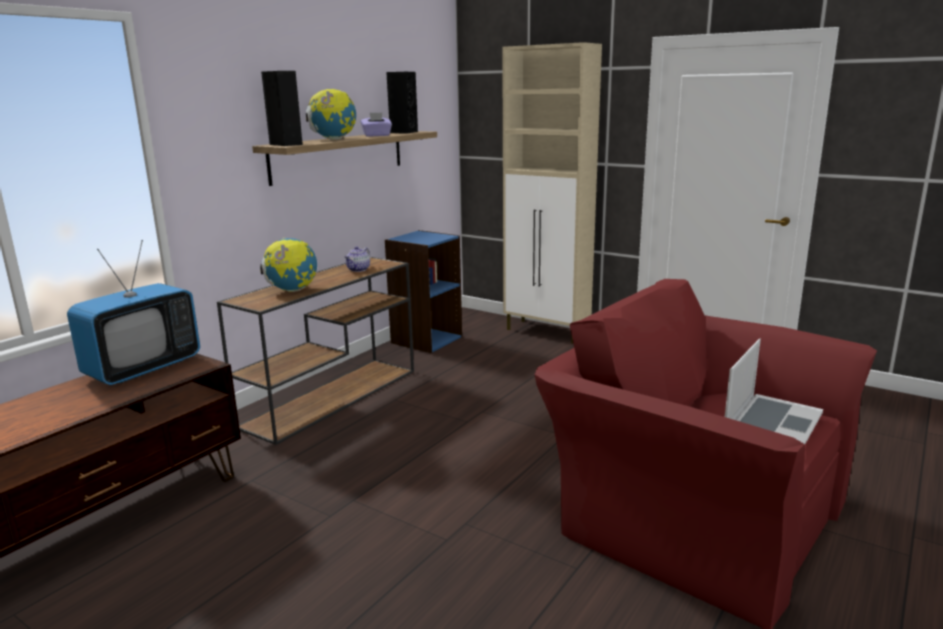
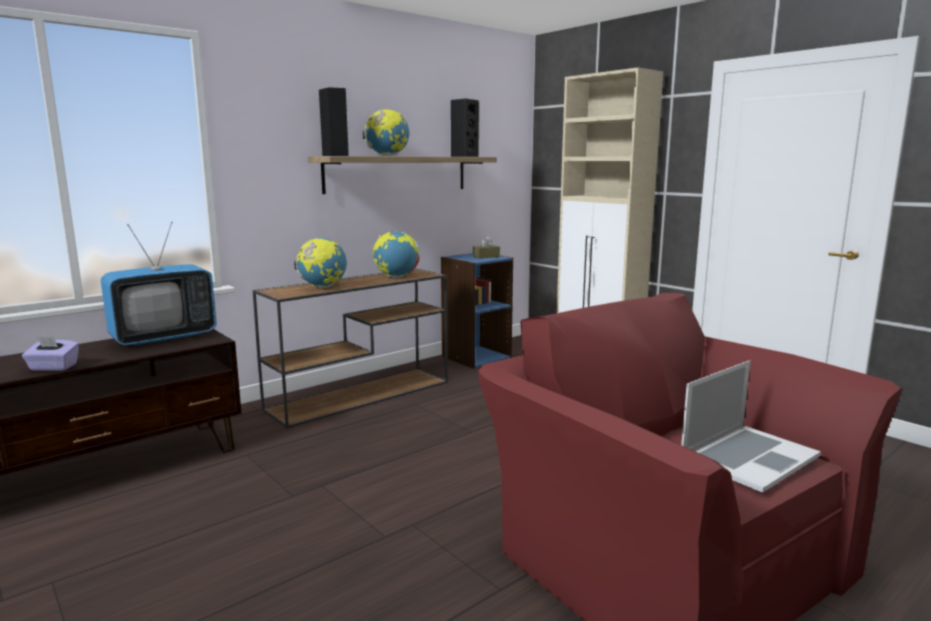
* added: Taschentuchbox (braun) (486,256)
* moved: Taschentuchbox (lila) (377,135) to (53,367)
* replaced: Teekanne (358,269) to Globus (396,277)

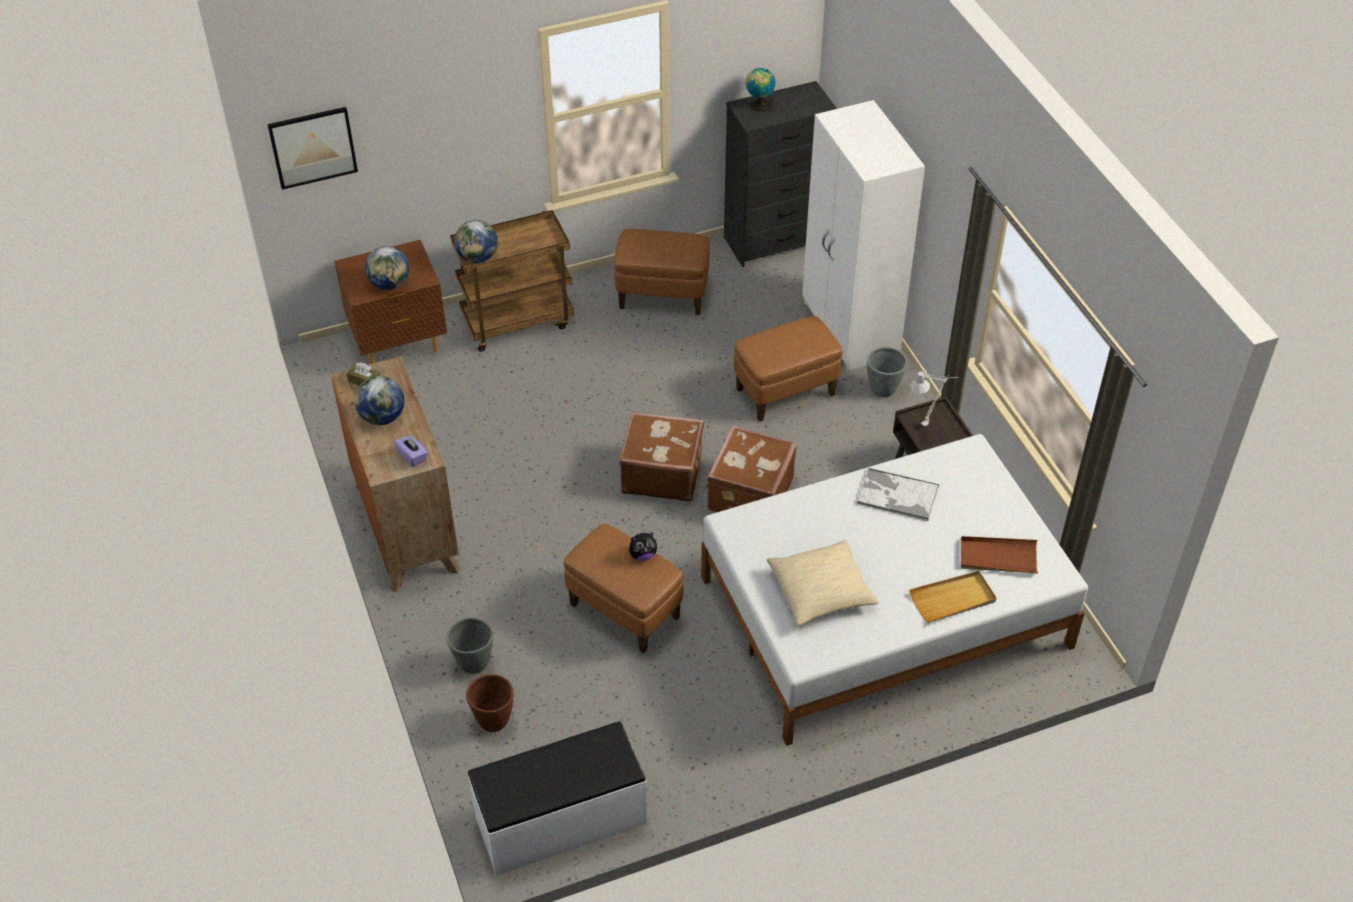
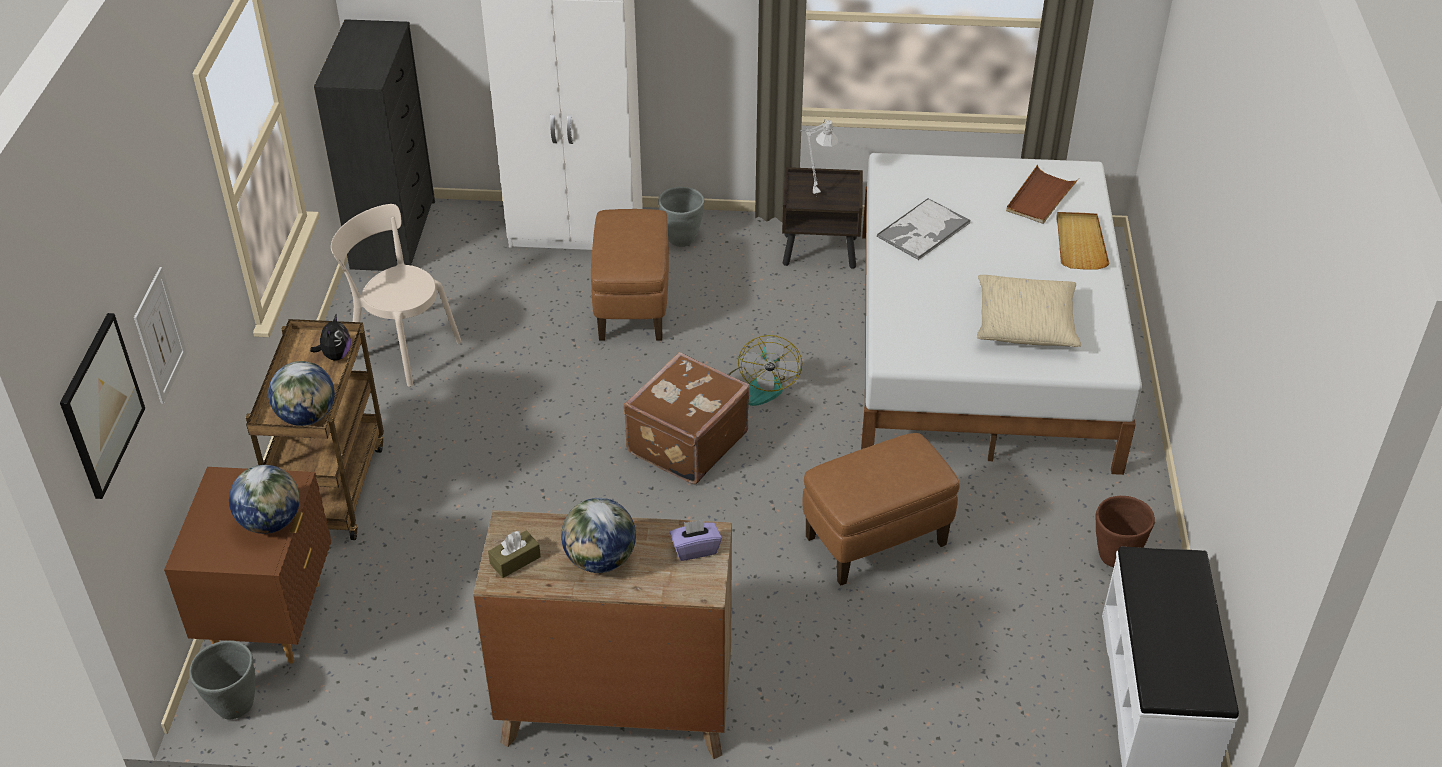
* removed: Globus (759,105)
* added: Bild (160,335)
* moved: Pflanzkübel (grau) (473,663) to (234,706)
* moved: Pflanzkübel (braun) (493,720) to (1115,556)
* moved: Plüschtier (642,555) to (336,355)
* replaced: Polsterhocker (braun) (663,296) to Stuhl (beige) (402,348)
* replaced: Koffer (braun) (748,494) to Ventilator (763,385)

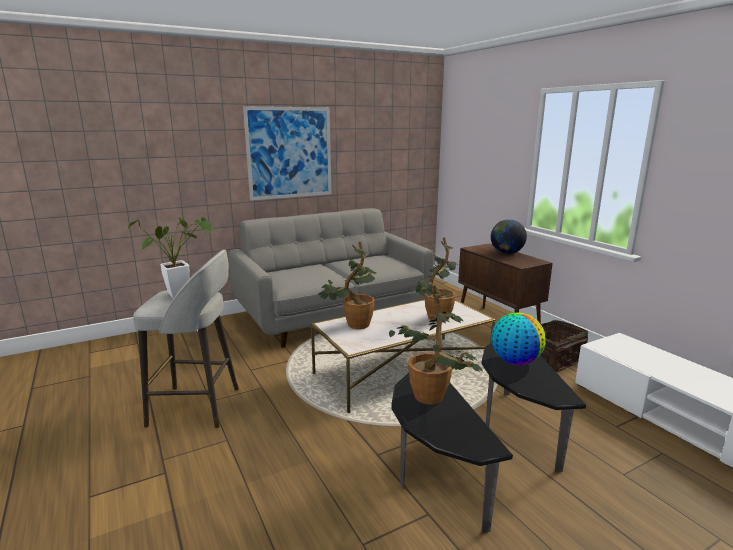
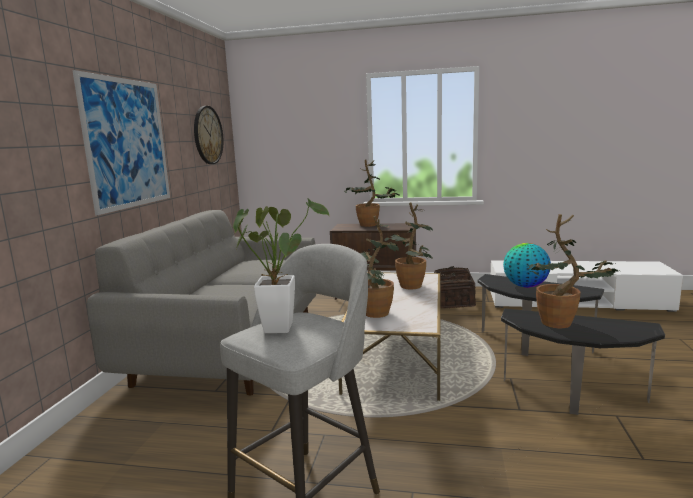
* added: Wanduhr (208,135)
* replaced: Globus (506,253) to Topfpflanze (371,225)

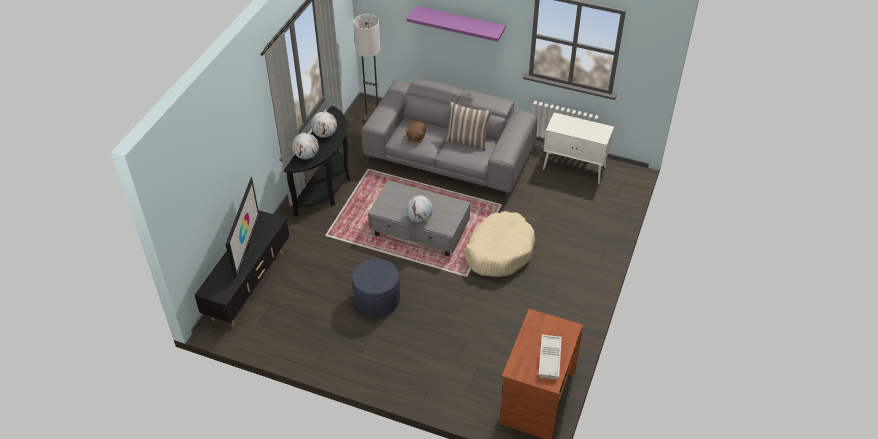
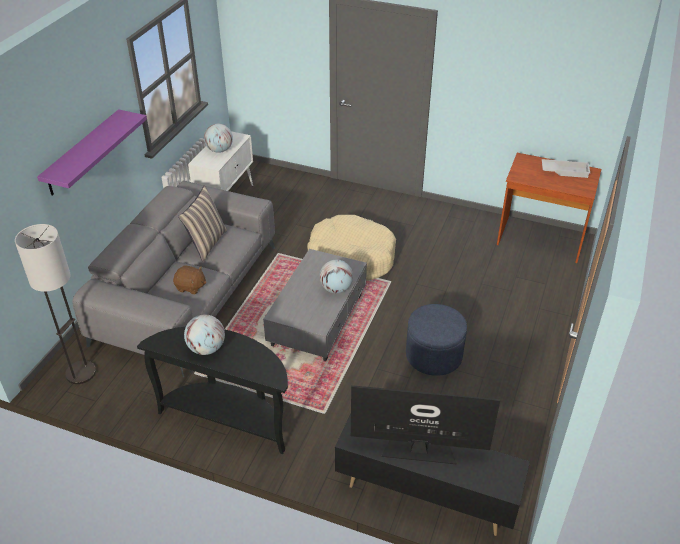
* moved: Globus (306,156) to (219,150)

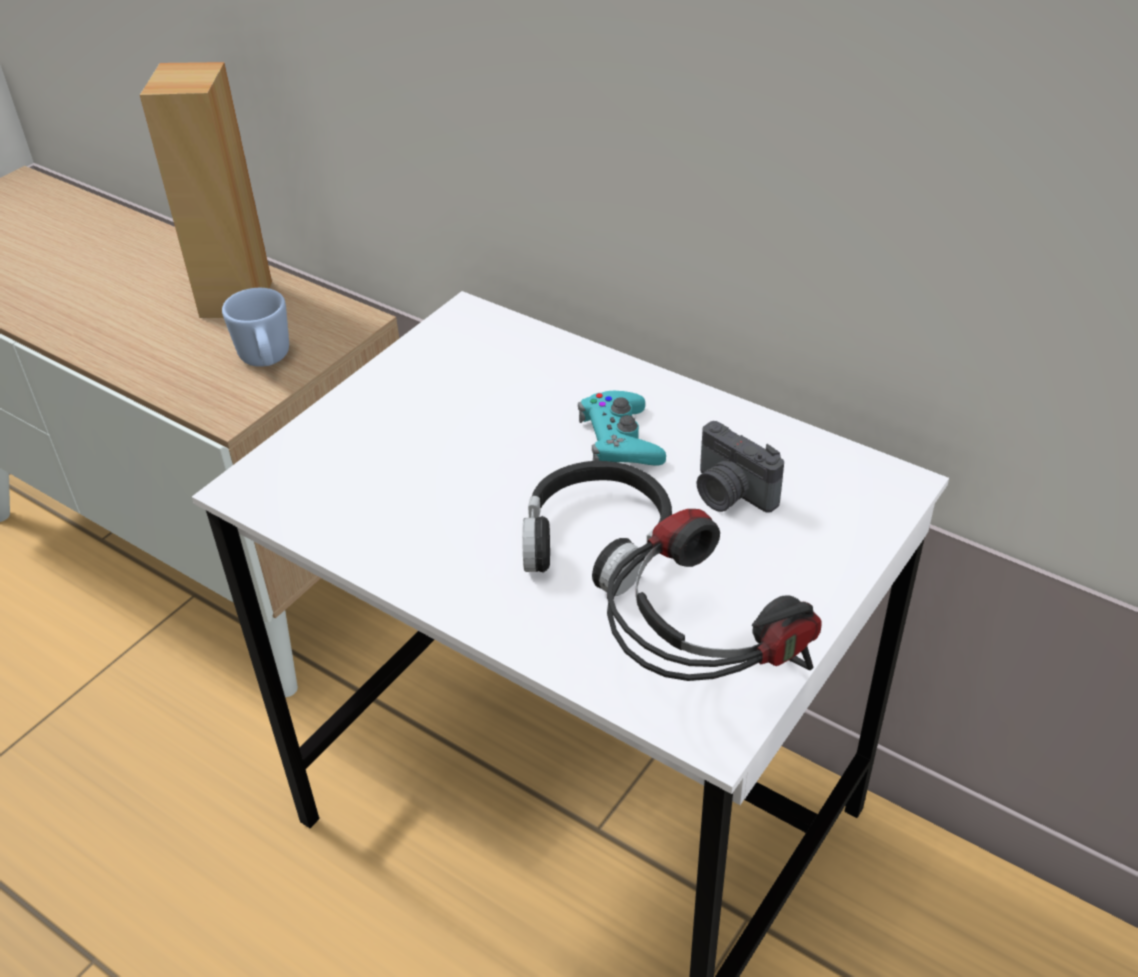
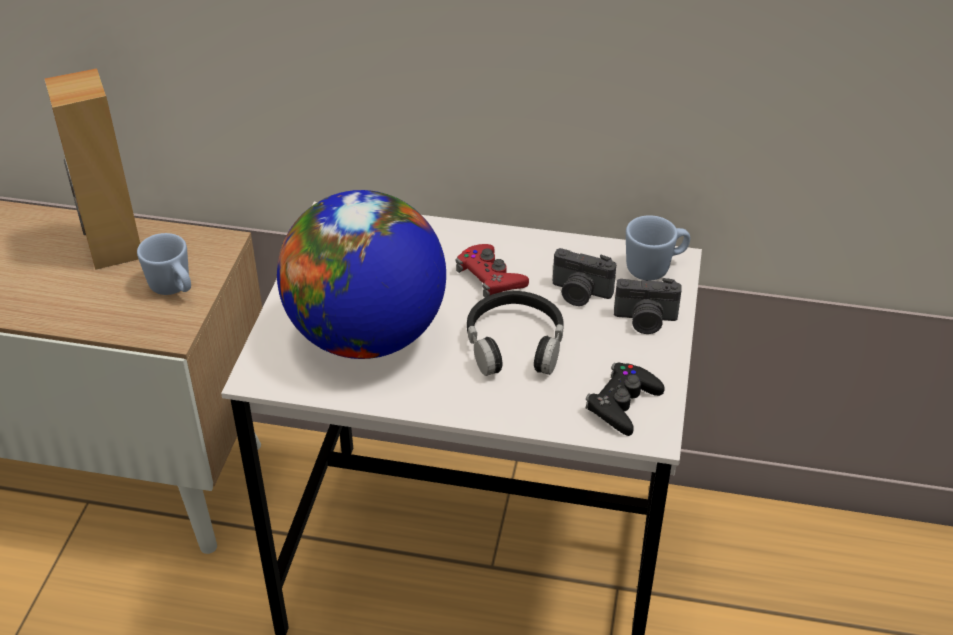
* added: Globus (366,336)
* added: Kamera (645,321)
* added: Henkelbecher (blau) (655,268)
* replaced: Kopfhörer (697,671) to Gamepad (schwarz) (623,404)
* recoloured: Gamepad (türkis) (620,440) to Gamepad (rot) (490,277)

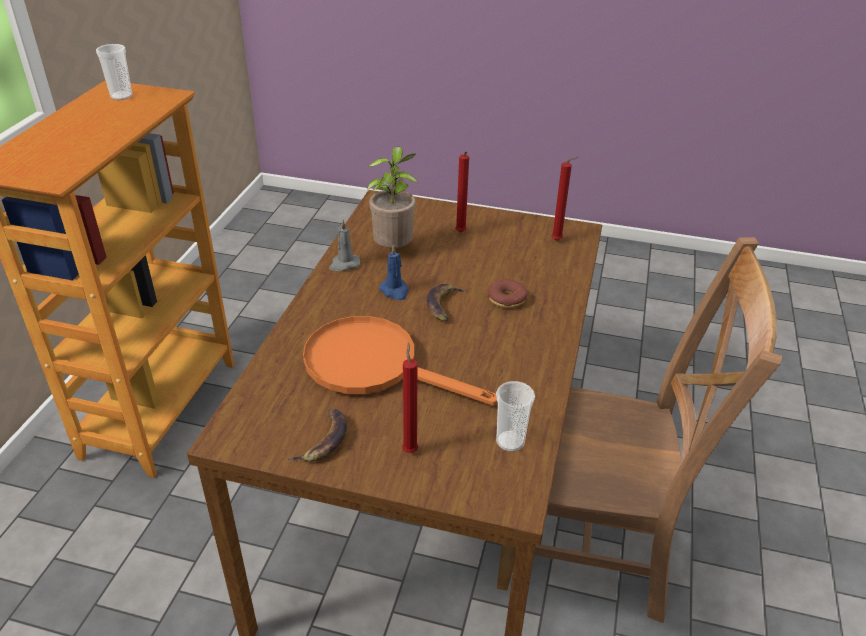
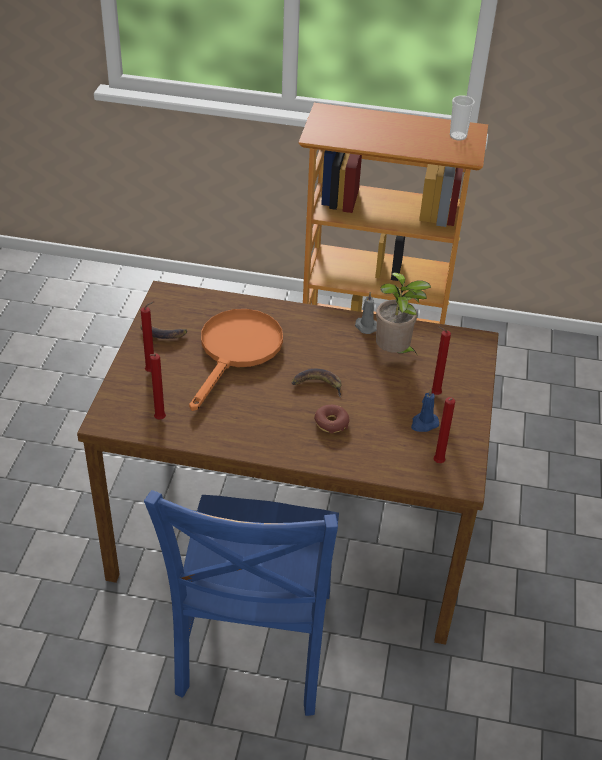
* moved: Kerze (blau) (395,291) to (424,424)
* replaced: Tasse (510,441) to Kerze (rot) (159,420)
* recoloured: Stuhl (braun) (592,545) to Stuhl (blau) (254,648)

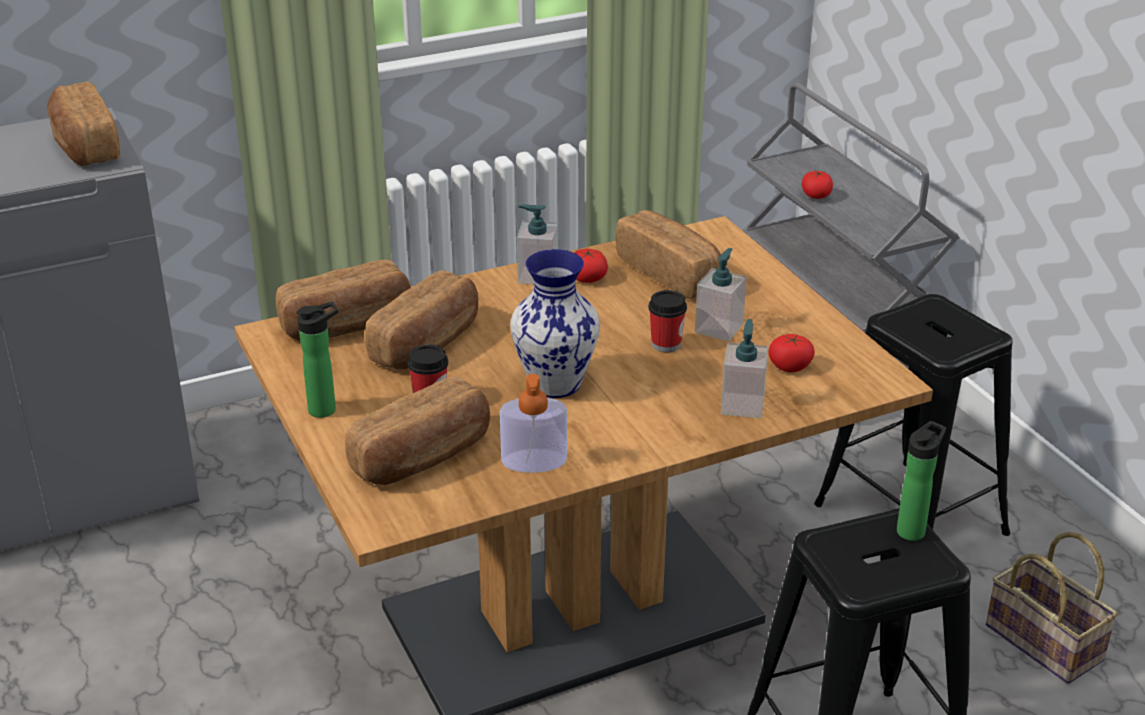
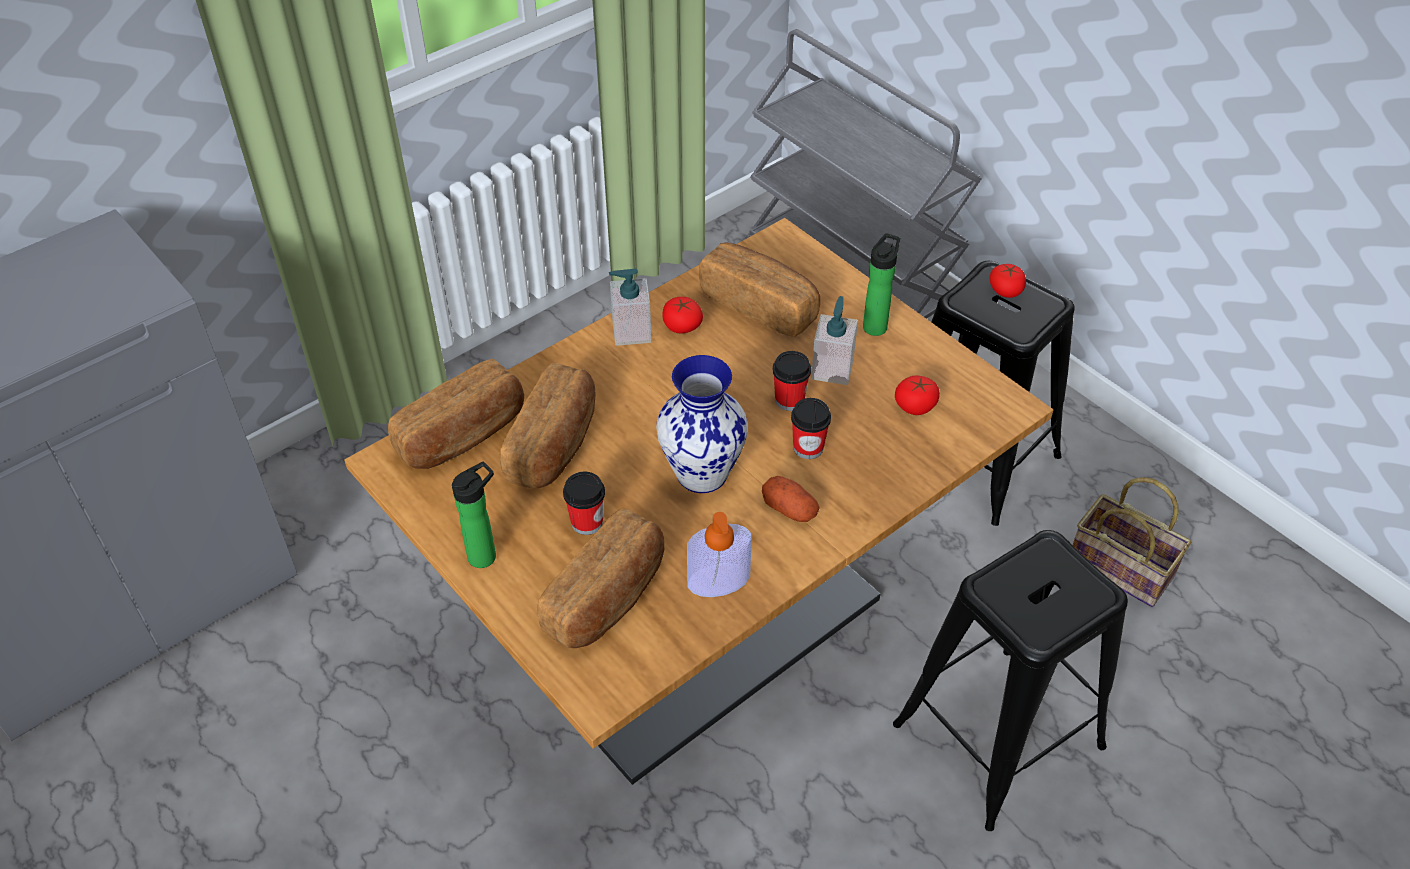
* removed: Brot (85,146)
* removed: Seifenspender (742,405)
* added: Kartoffel (789,509)
* added: Tasse (808,448)
* moved: Tomate (816,195) to (1005,290)
* moved: Flasche (913,530) to (876,325)

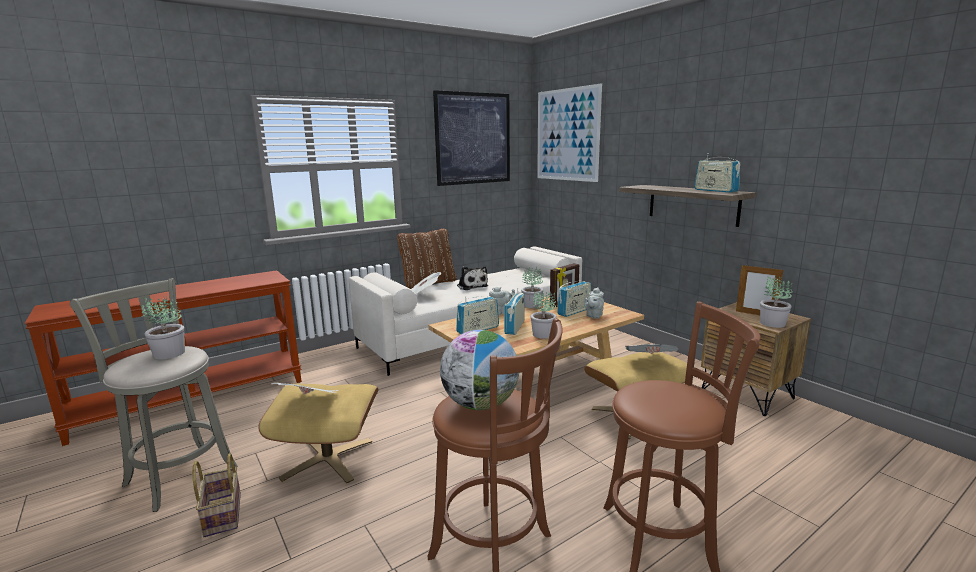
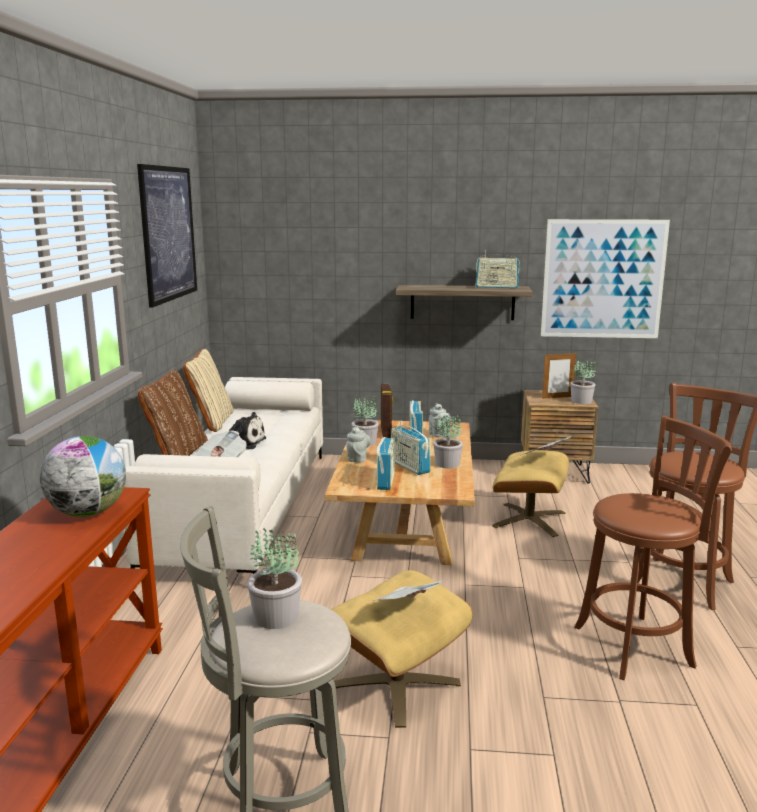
* removed: Korb (221,514)
* added: Kissen (beige) (211,422)
* moved: Globus (480,404) to (88,513)
* moved: Bild (567,135) to (603,279)

